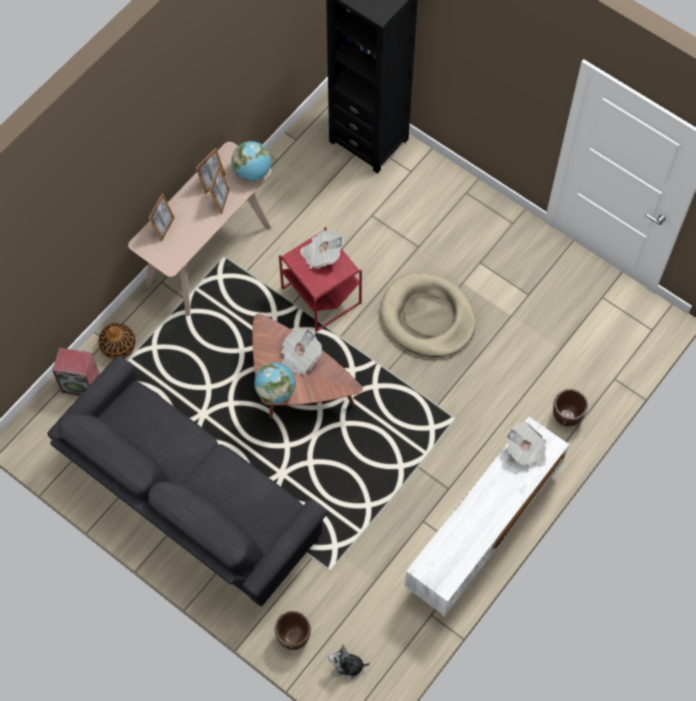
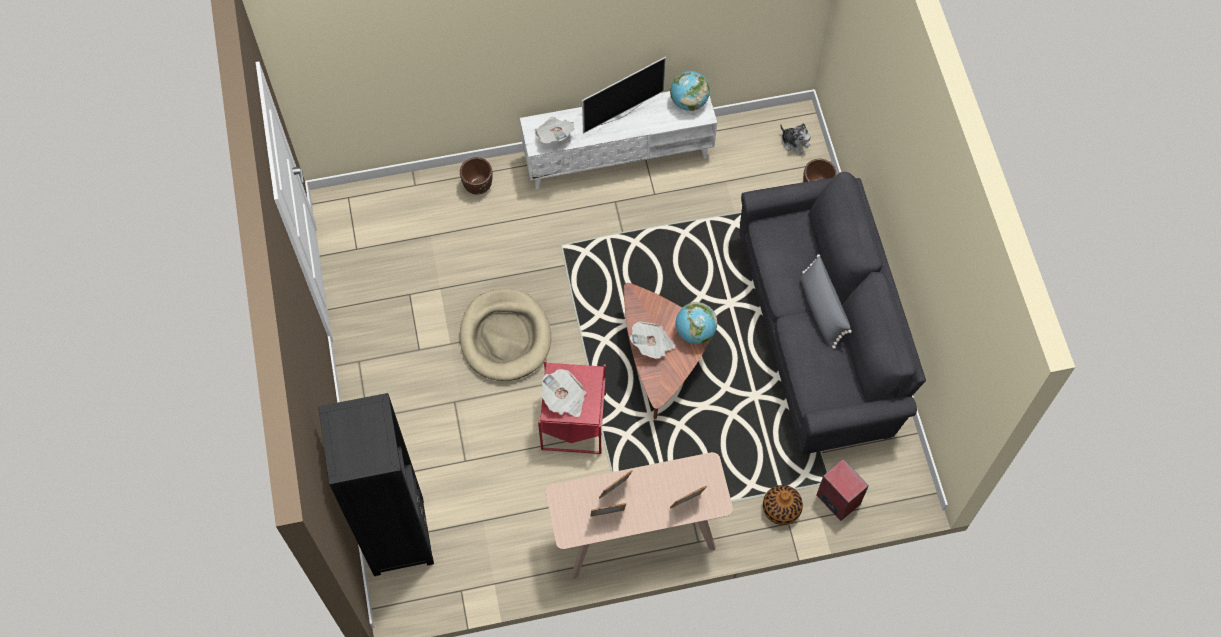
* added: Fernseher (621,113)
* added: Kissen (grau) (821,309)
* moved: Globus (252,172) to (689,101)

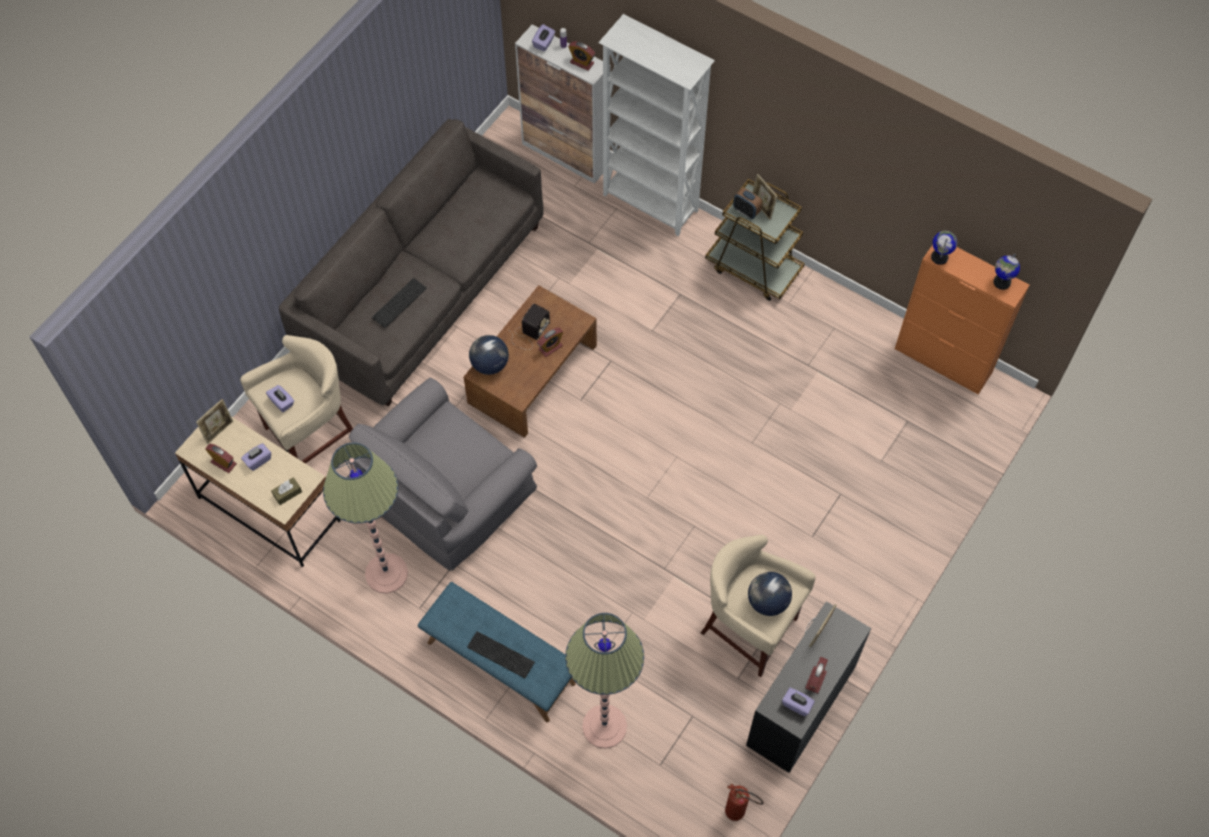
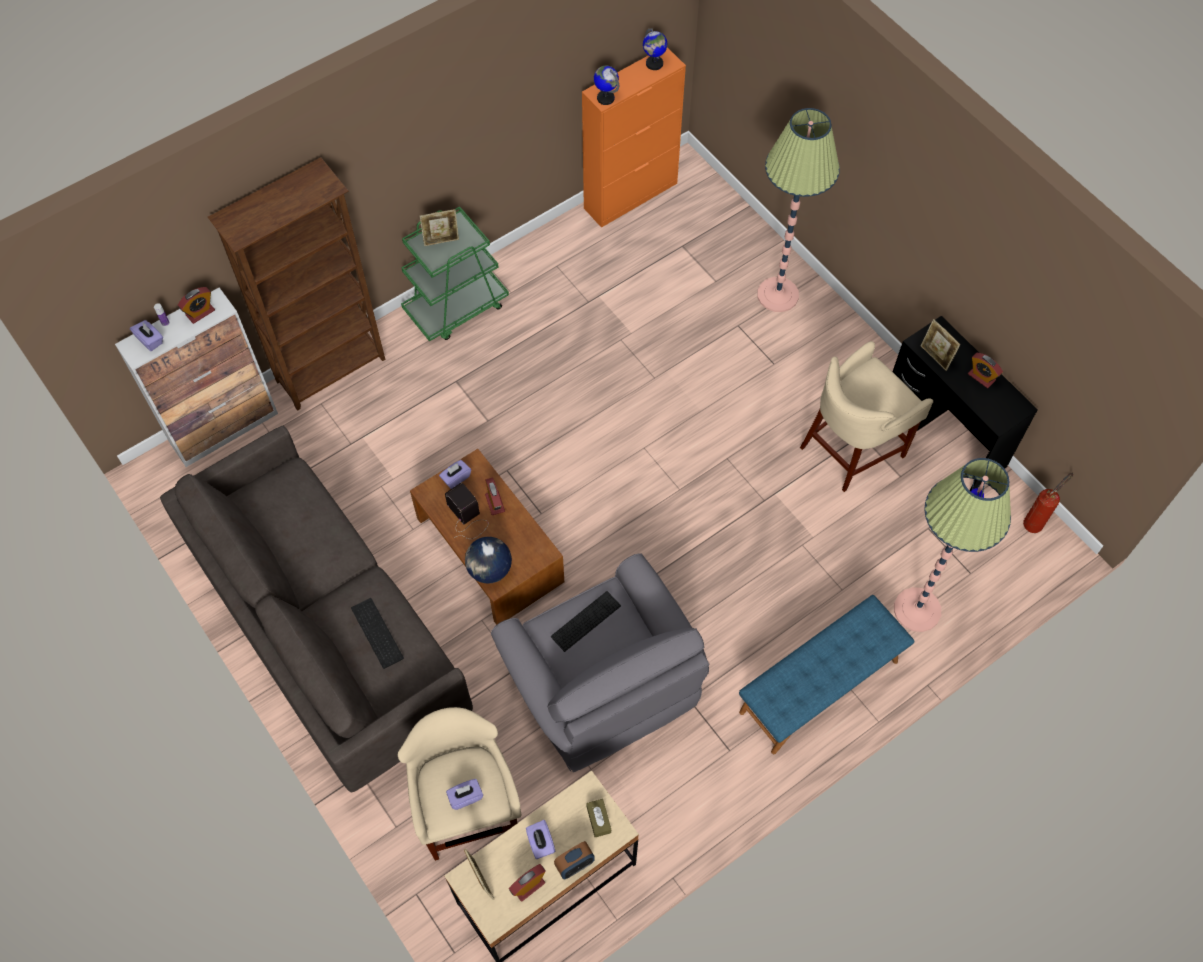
* removed: Globus (767,601)
* moved: Stehlampe (386,573) to (777,295)
* moved: Tastatur (500,654) to (586,621)
* moved: Wecker (746,211) to (574,865)
* moved: Taschentuchbox (lila) (797,704) to (456,478)
* recoloured: Bücherregal (weiß) (650,204) to Bücherregal (braun) (332,370)
* recoloured: Rollwagen (braun) (754,268) to Rollwagen (grün) (456,307)

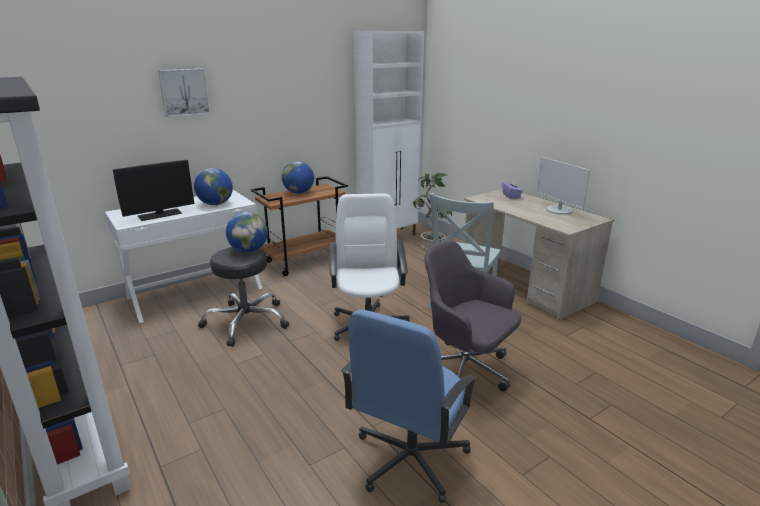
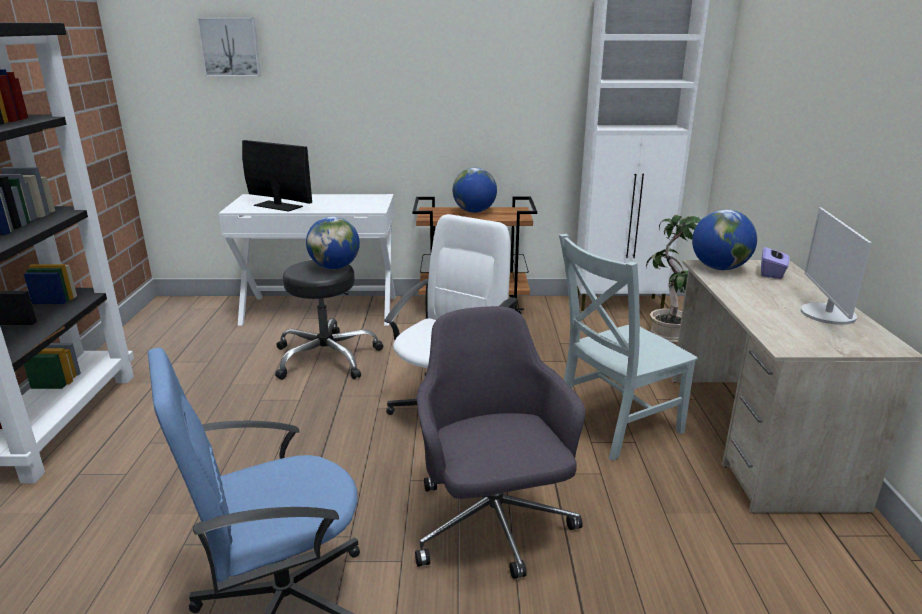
* moved: Bild (184,92) to (230,47)
* moved: Globus (215,204) to (719,268)
* turned: Monitor (160,214) = (278,206) 150 degrees counterclockwise

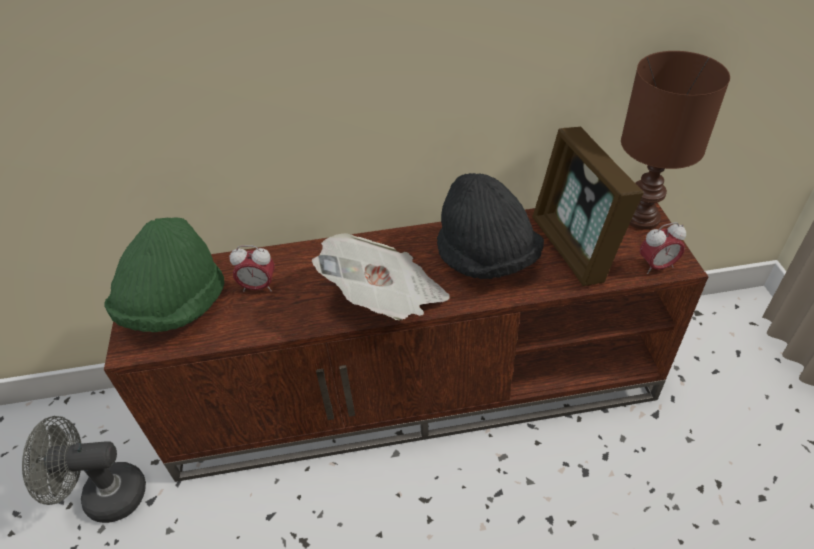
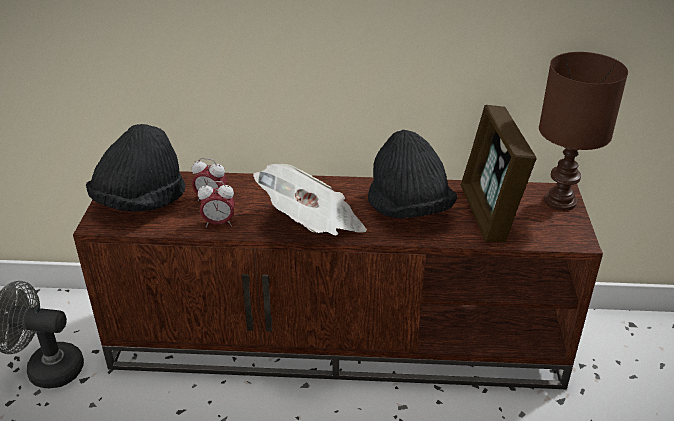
* moved: Wecker (656,266) to (219,223)
* recoloured: Hut (grün) (174,306) to Hut (schwarz) (140,202)

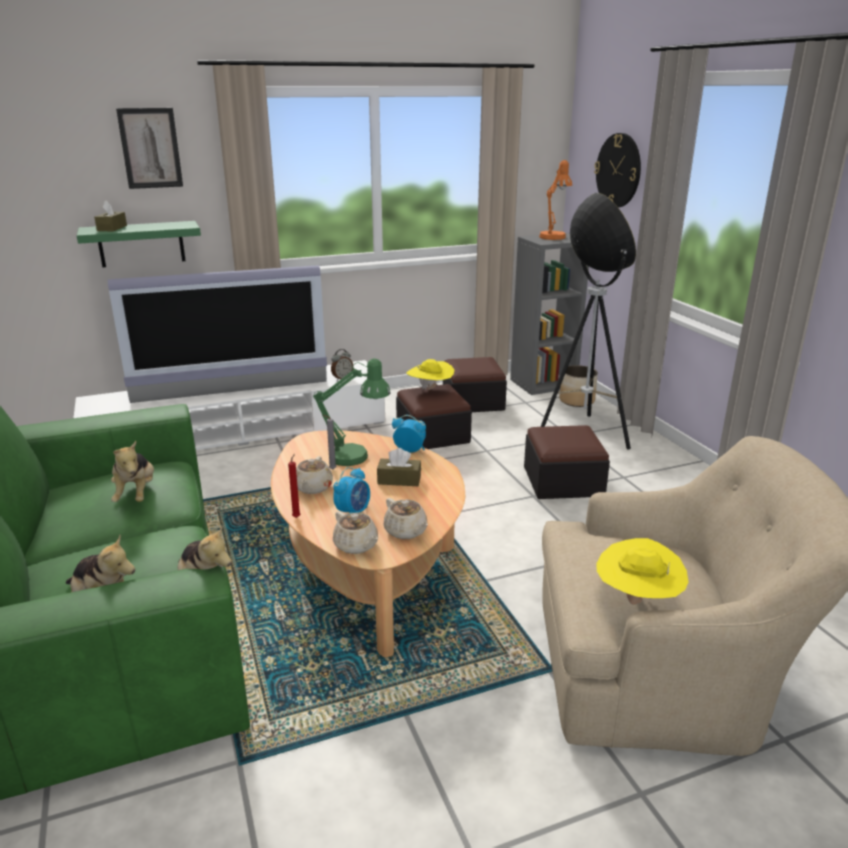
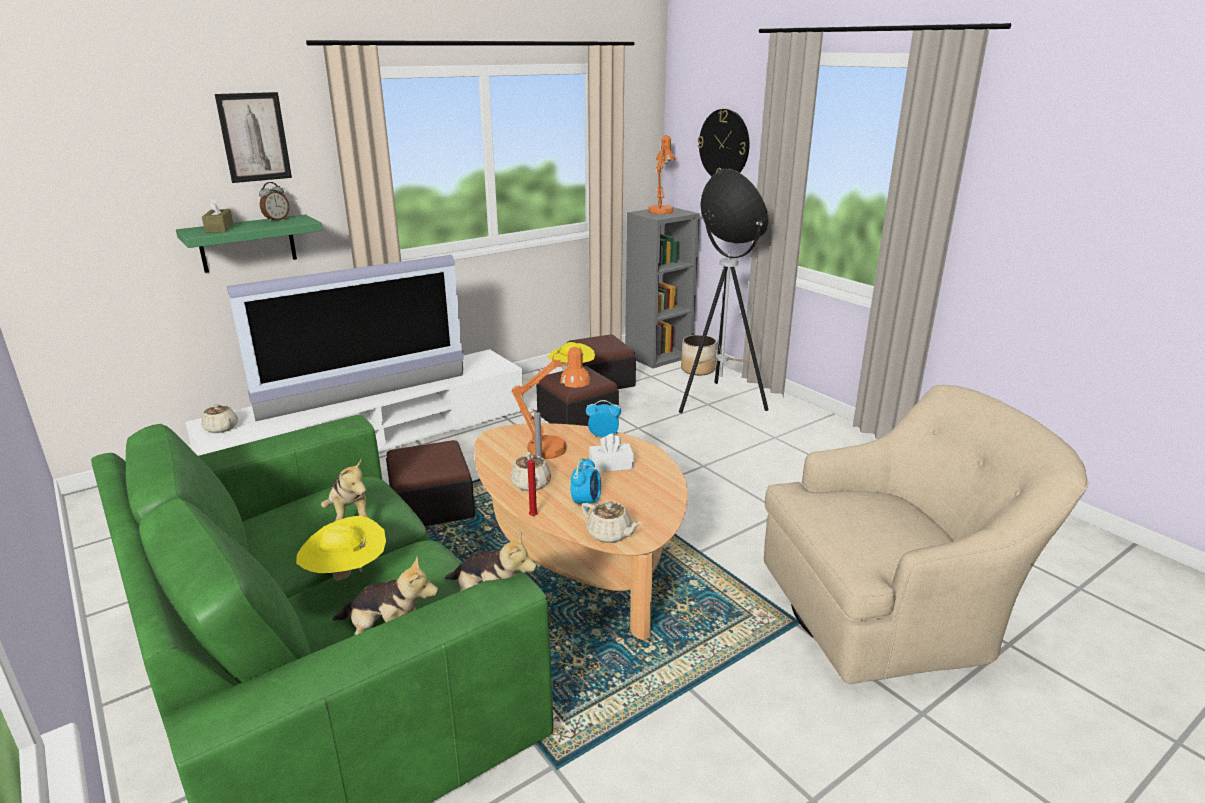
* moved: Wecker (342,378) to (276,220)
* moved: Teekanne (beige) (406,531) to (221,428)
* moved: Polsterhocker (563,481) to (432,505)
* moved: Hut (gelb) (636,600) to (346,575)
* recoloured: Tischlampe (grün) (357,457) to Tischlampe (orange) (556,449)
* recoloured: Taschentuchbox (braun) (399,480) to Taschentuchbox (weiß) (611,465)

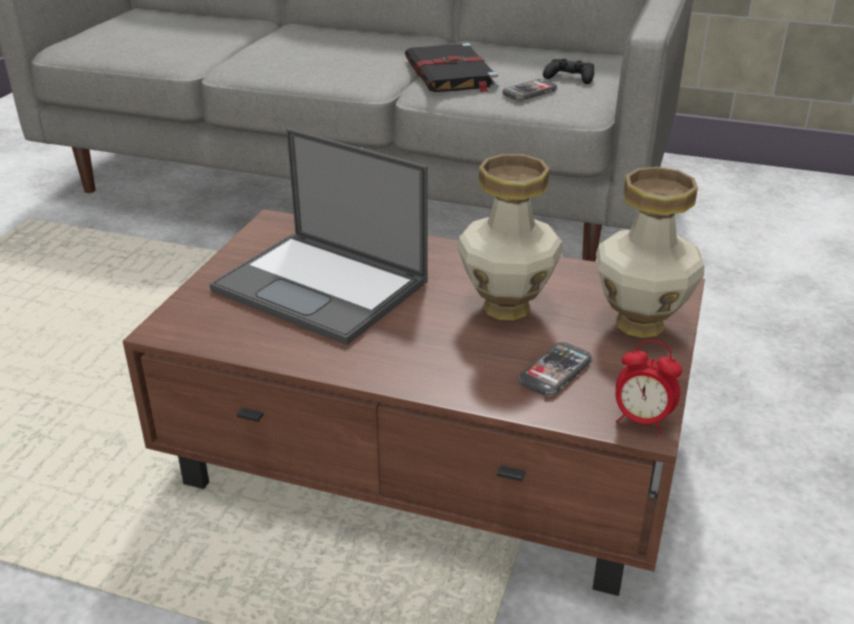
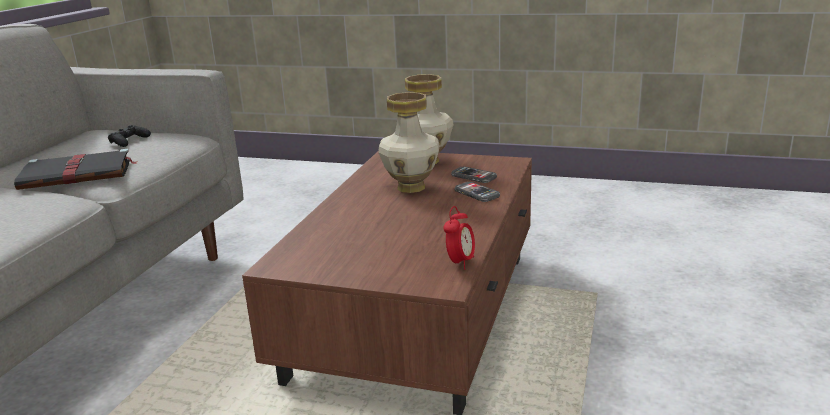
* removed: Laptop (323,287)
* moved: Handy (529,92) to (477,193)
* moved: Wecker (641,420) to (460,262)

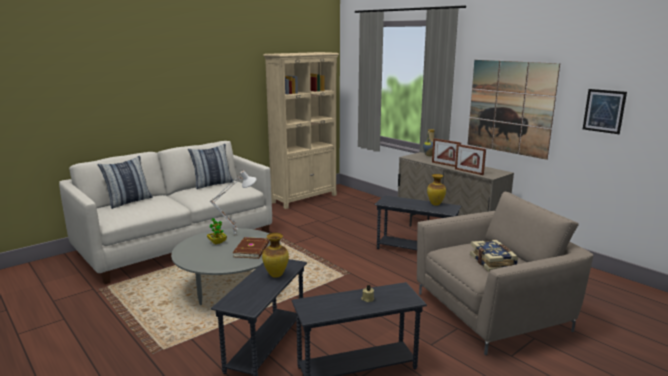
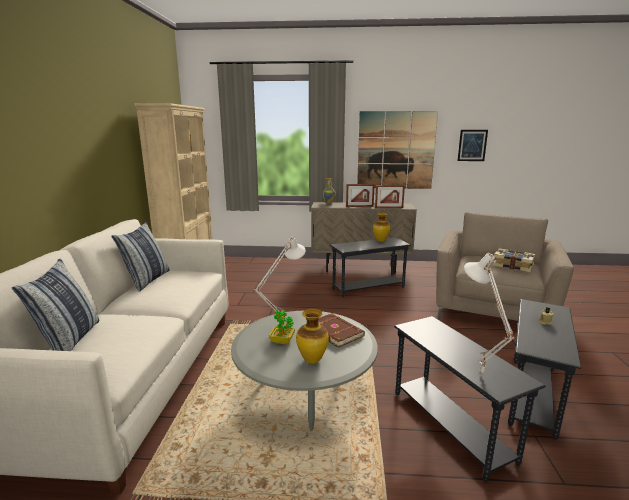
* added: Tischlampe (weiß) (478,375)
* moved: Vase (276,275) to (312,360)

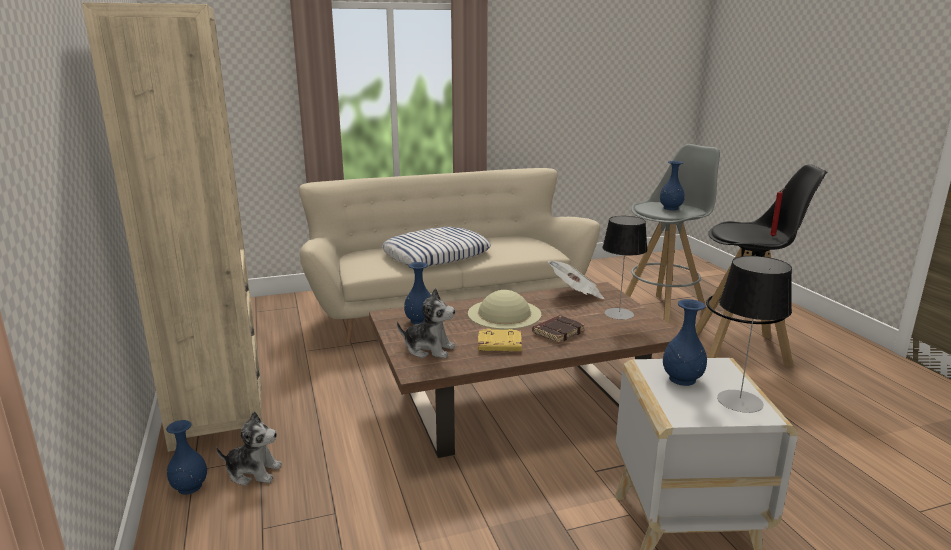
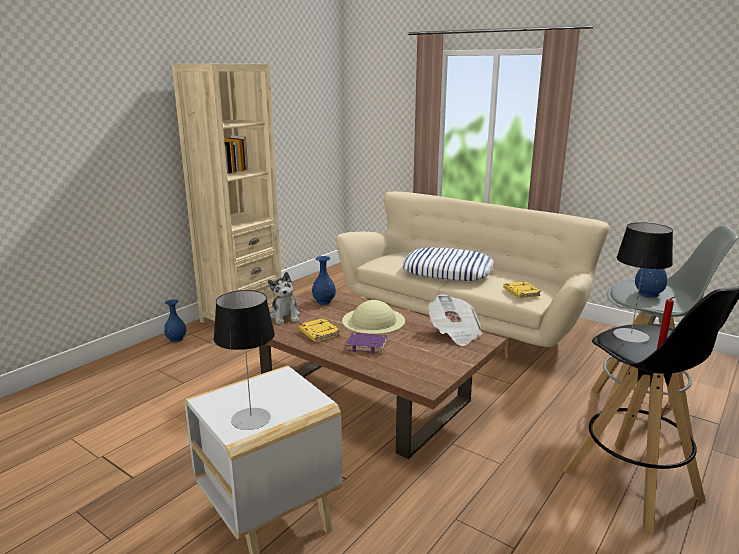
* removed: Plüschtier (253,472)
* removed: Vase (blau) (681,379)
* added: Buch (gelb) (520,292)
* moved: Tischlampe (619,314) to (631,335)
* recoloured: Buch (braun) (558,332) to Buch (lila) (367,345)

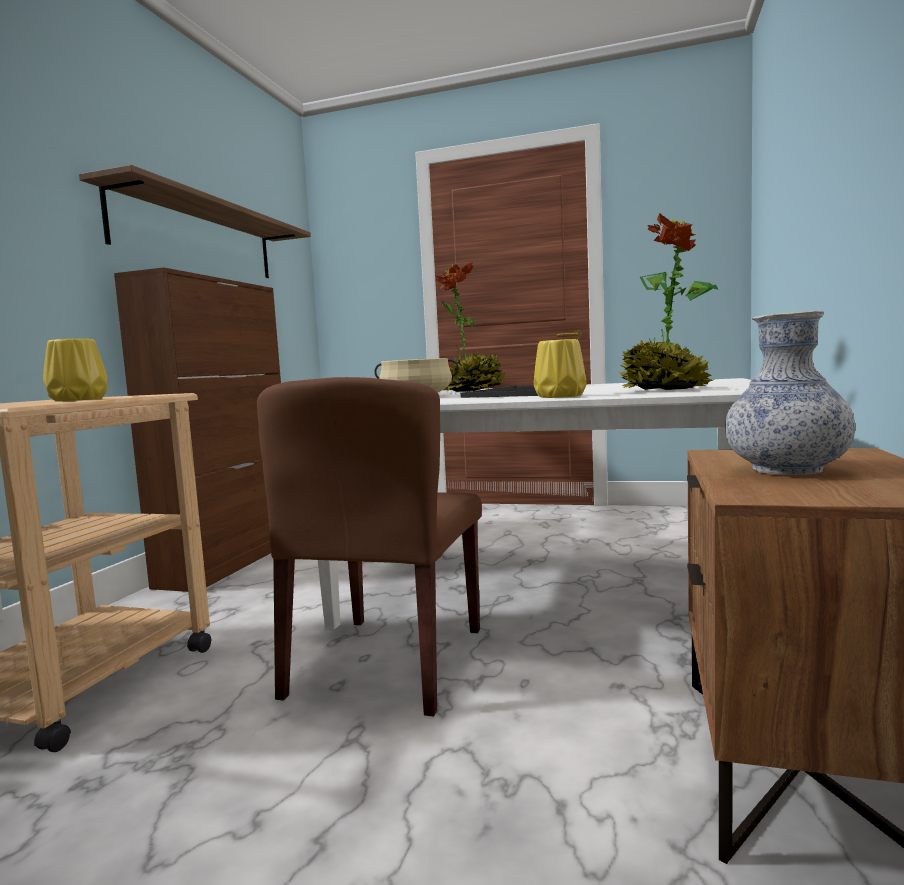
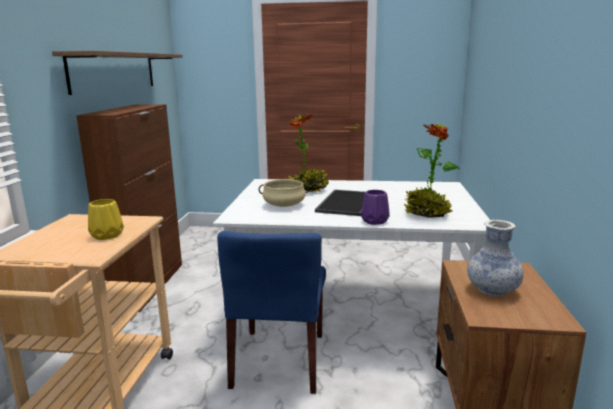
* recoloured: Stuhl (braun) (388,662) to Stuhl (blau) (279,360)
* recoloured: Vase (gelb) (560,396) to Vase (lila) (375,221)

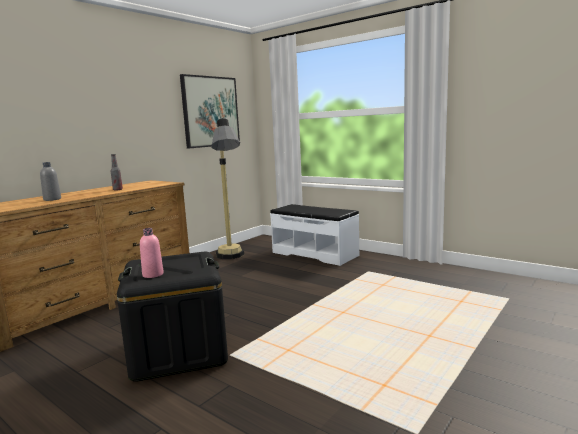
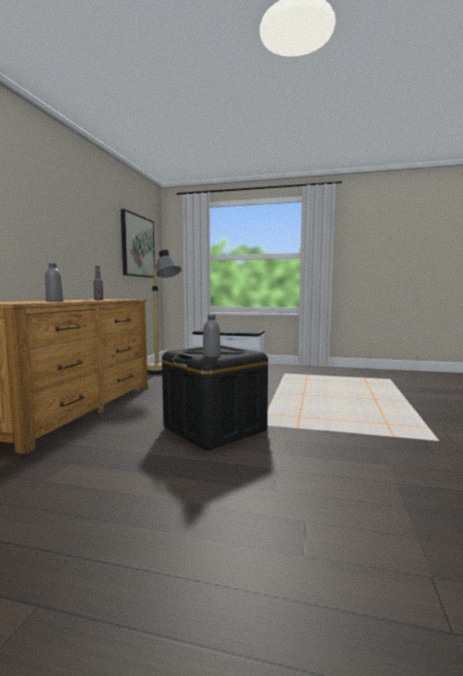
* recoloured: Flasche (rosa) (153,274) to Flasche (grau) (211,356)

